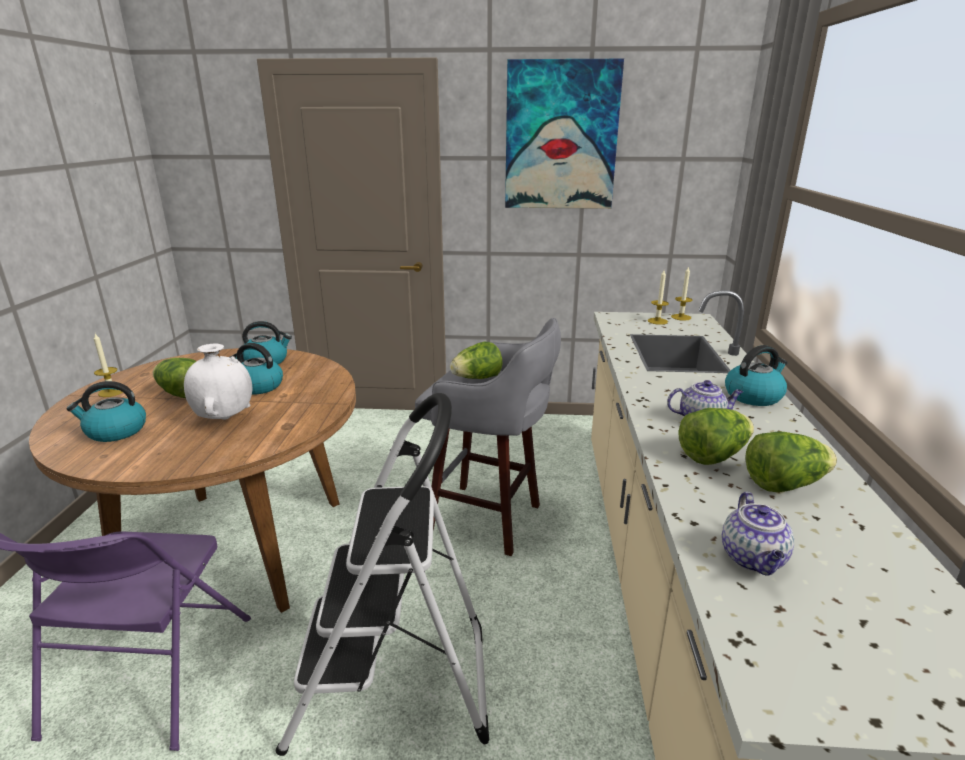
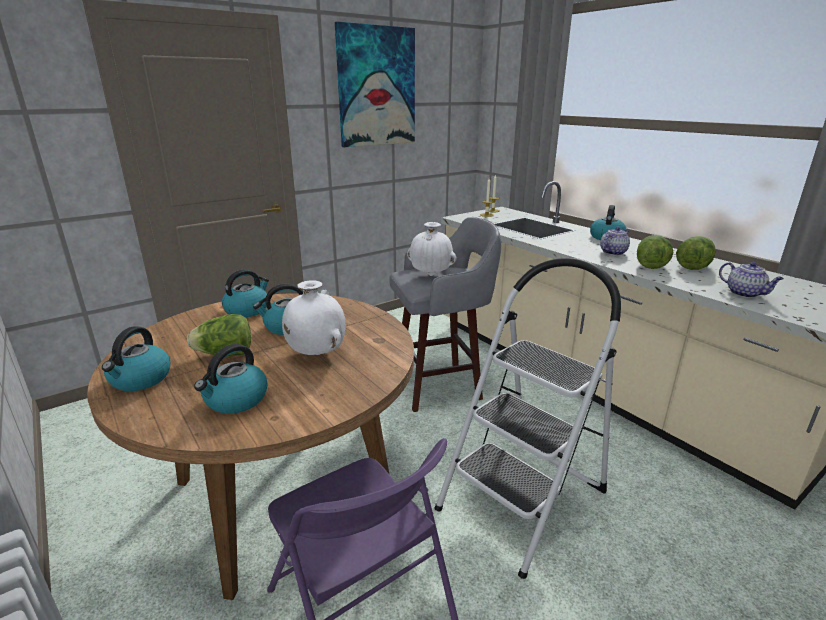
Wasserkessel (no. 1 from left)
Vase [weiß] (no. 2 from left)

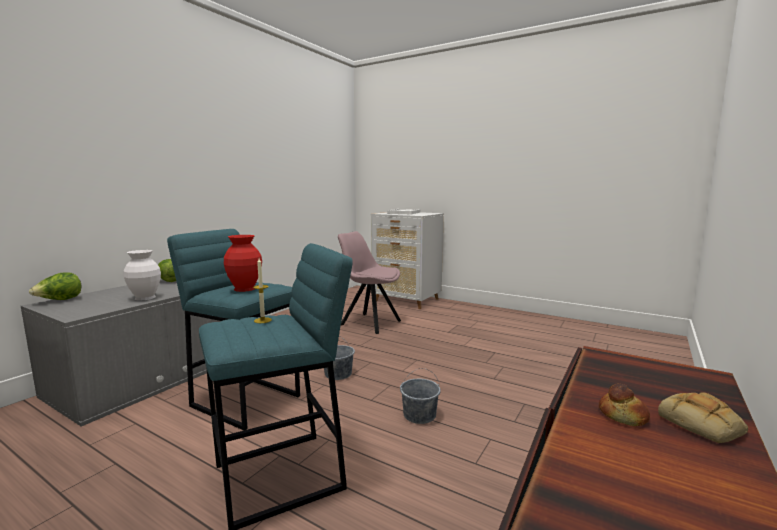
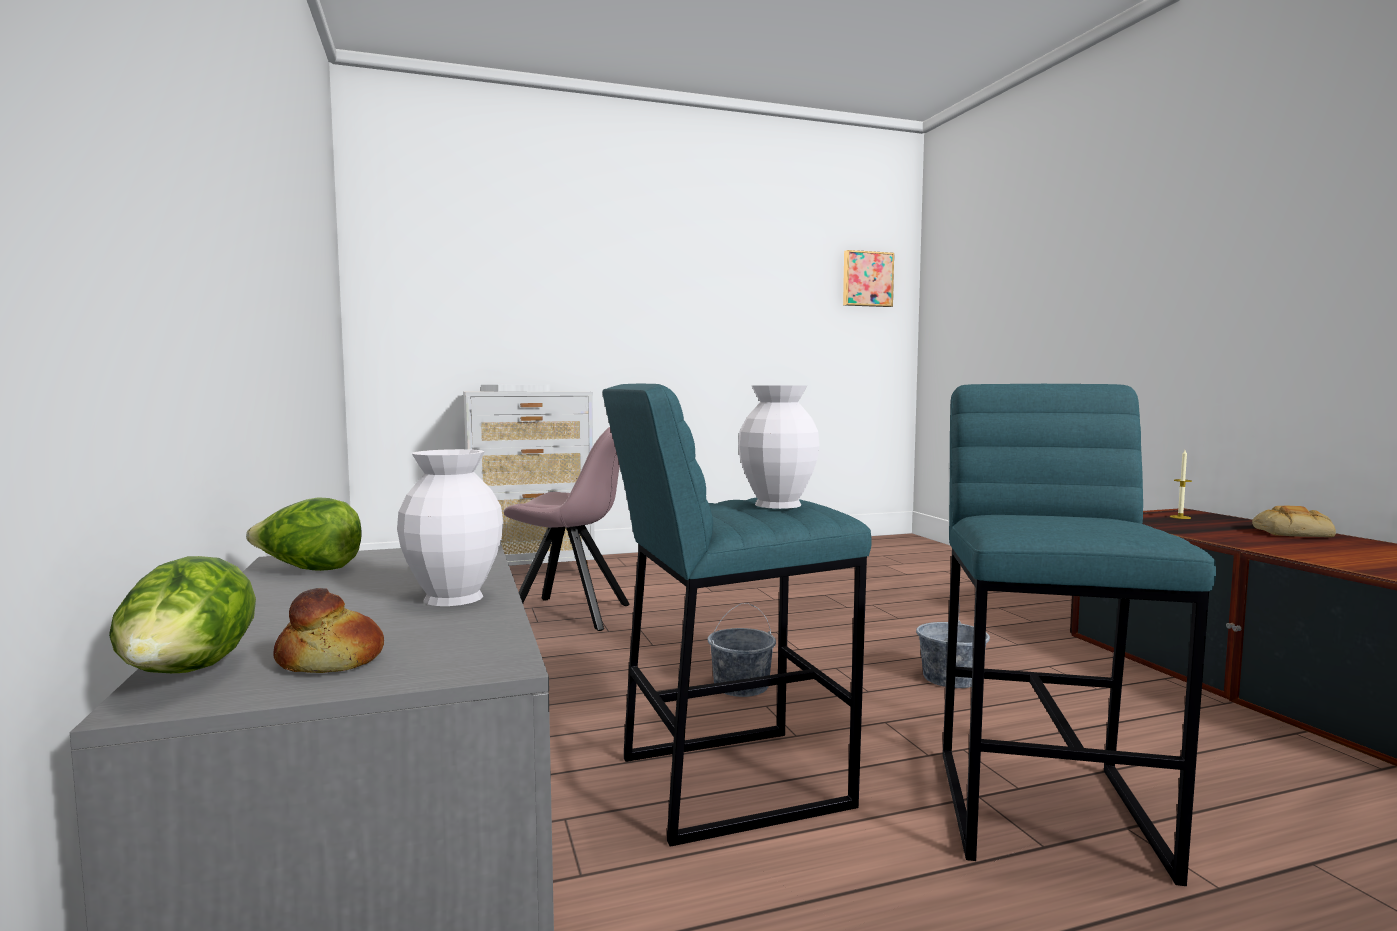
Bild
Kerze
Brot (no. 1 from left)
Vase [weiß] (no. 2 from left)
Stuhl [rosa]

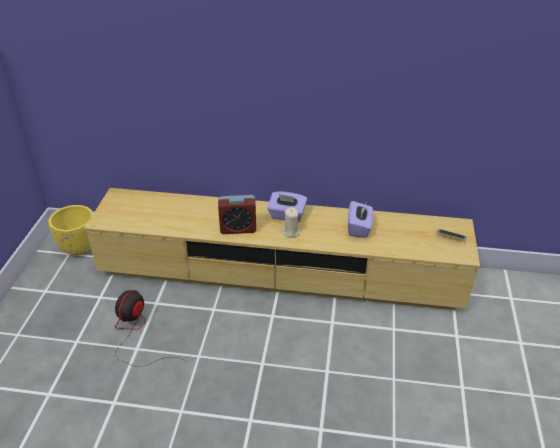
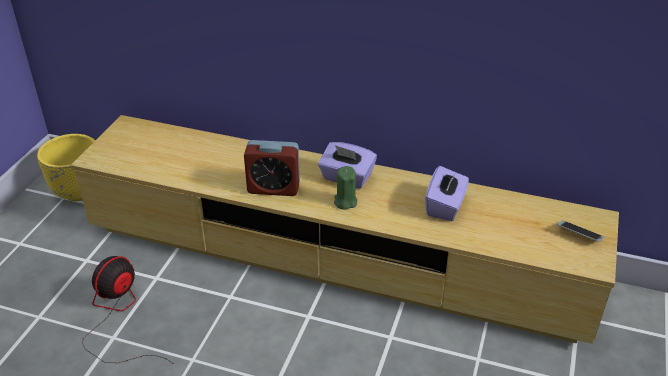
Kerze [grün]

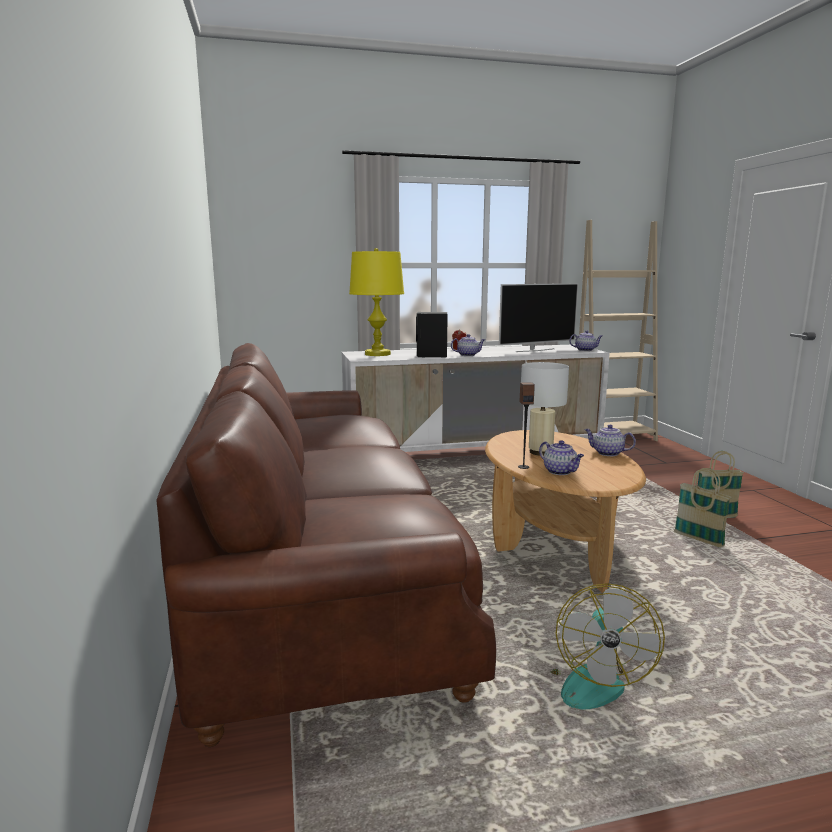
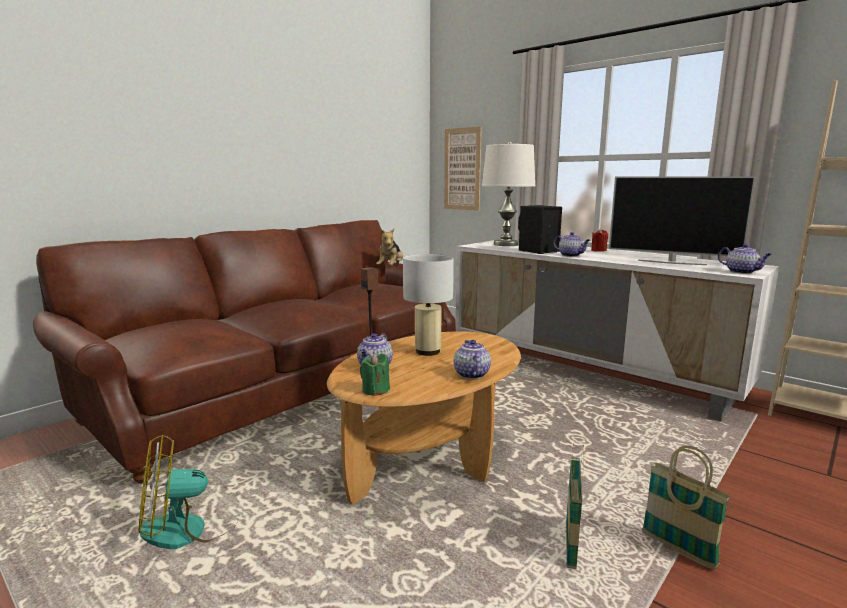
Kerze [grün]
Plüschtier
Bild
Tischlampe [weiß] (no. 2 from left)

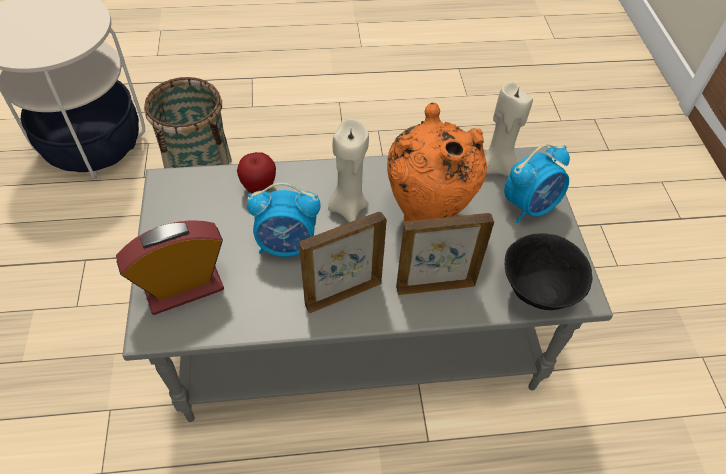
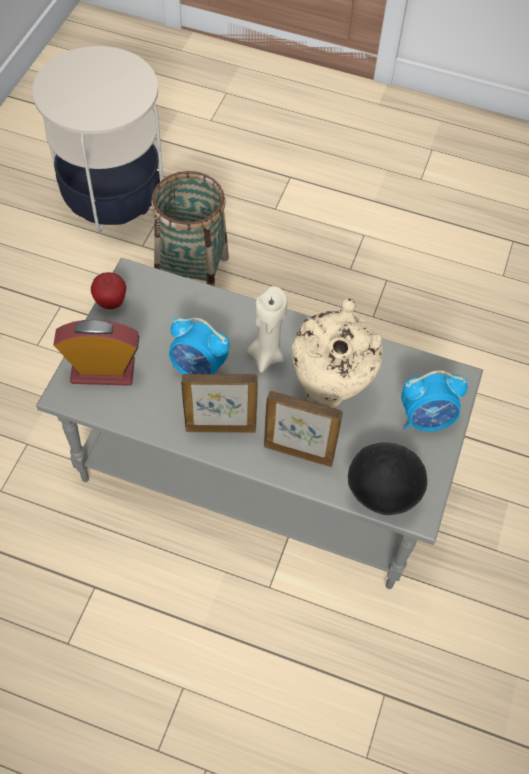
Kerze [beige] (no. 2 from left in the first image)
Apfel
Vase [beige]

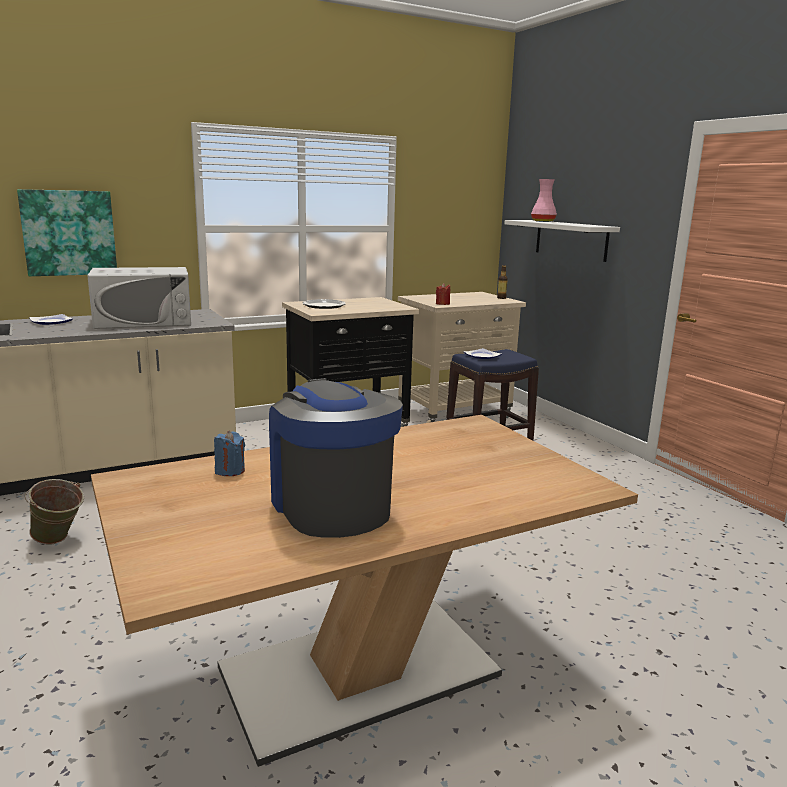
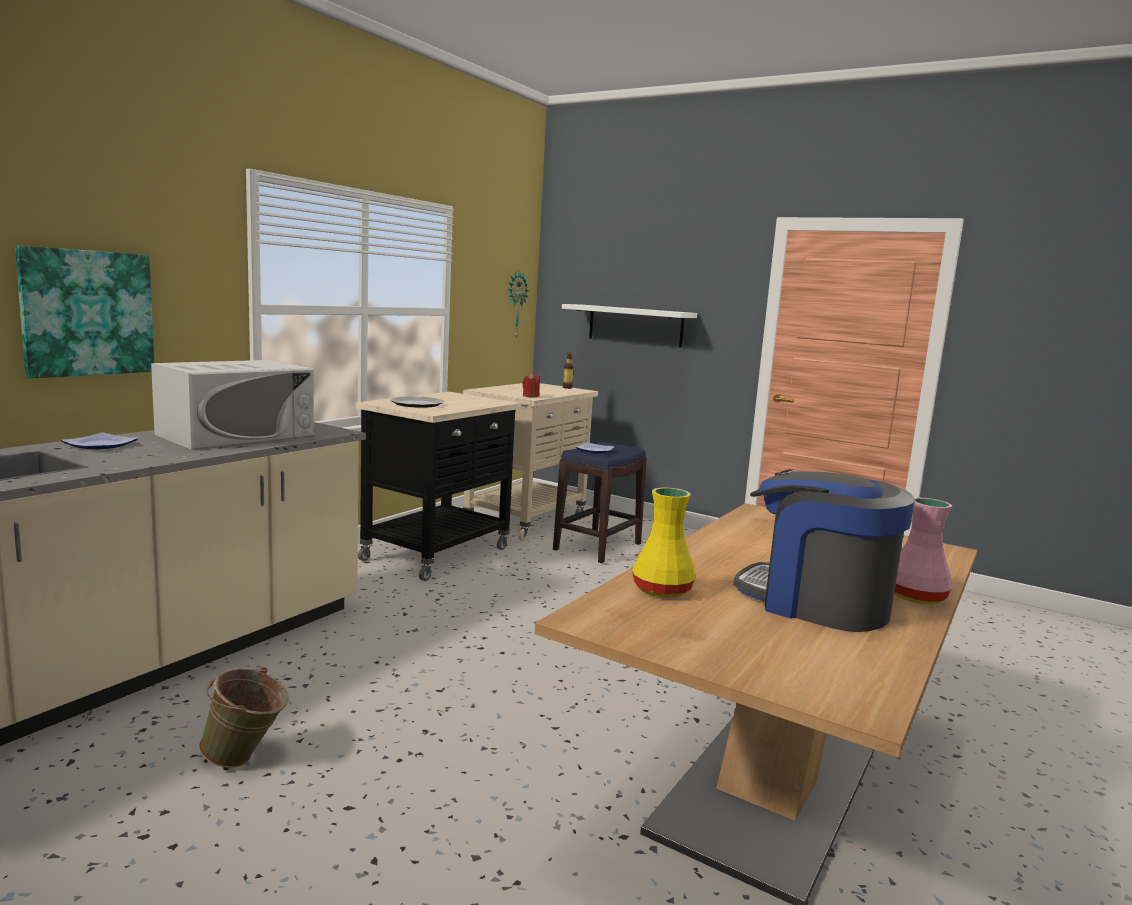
Wanduhr
Vase [rosa]
Vase [gelb]

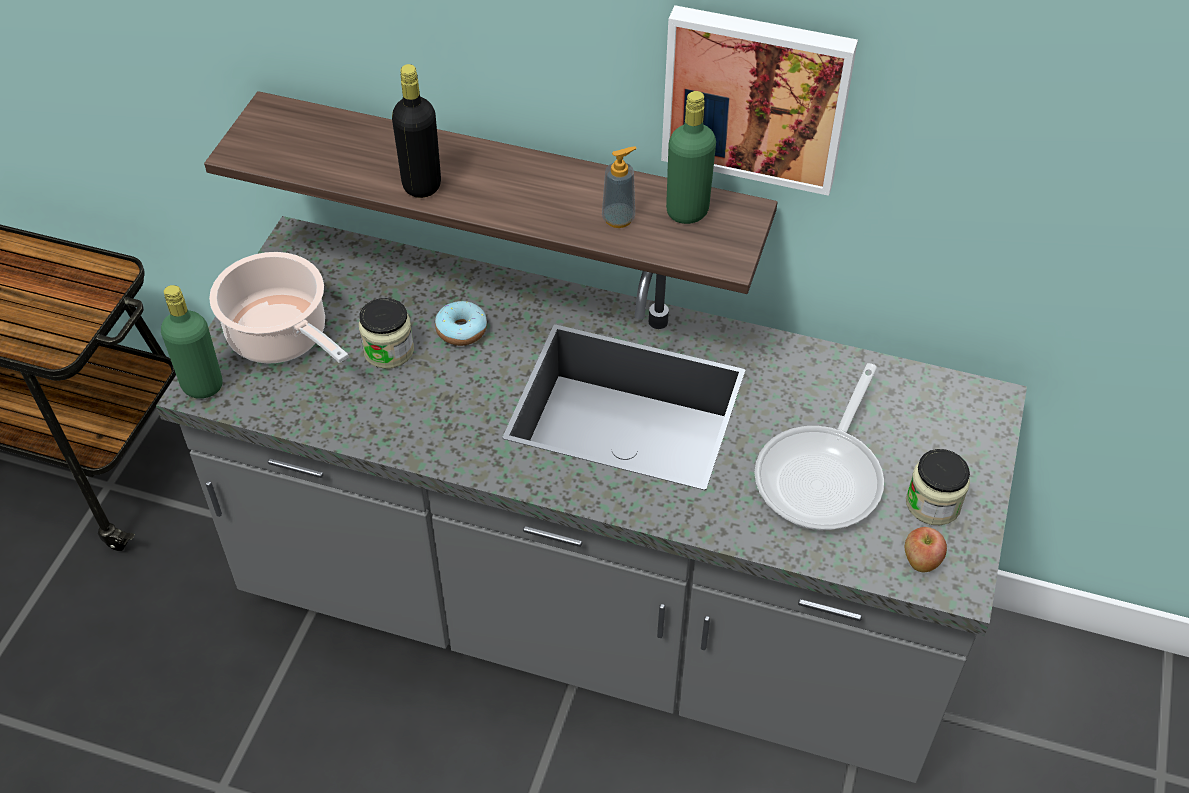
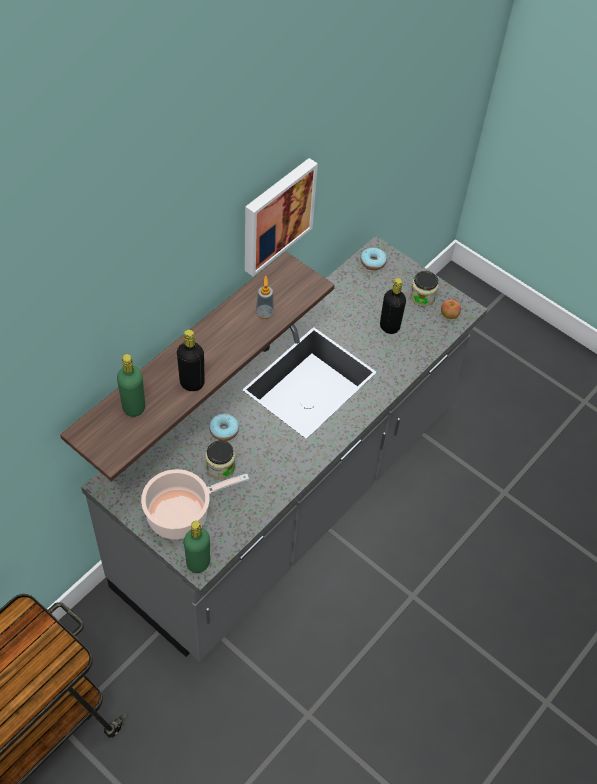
Donut (no. 2 from left)
Flasche [grün] (no. 1 from left)
Flasche [schwarz] (no. 2 from left)

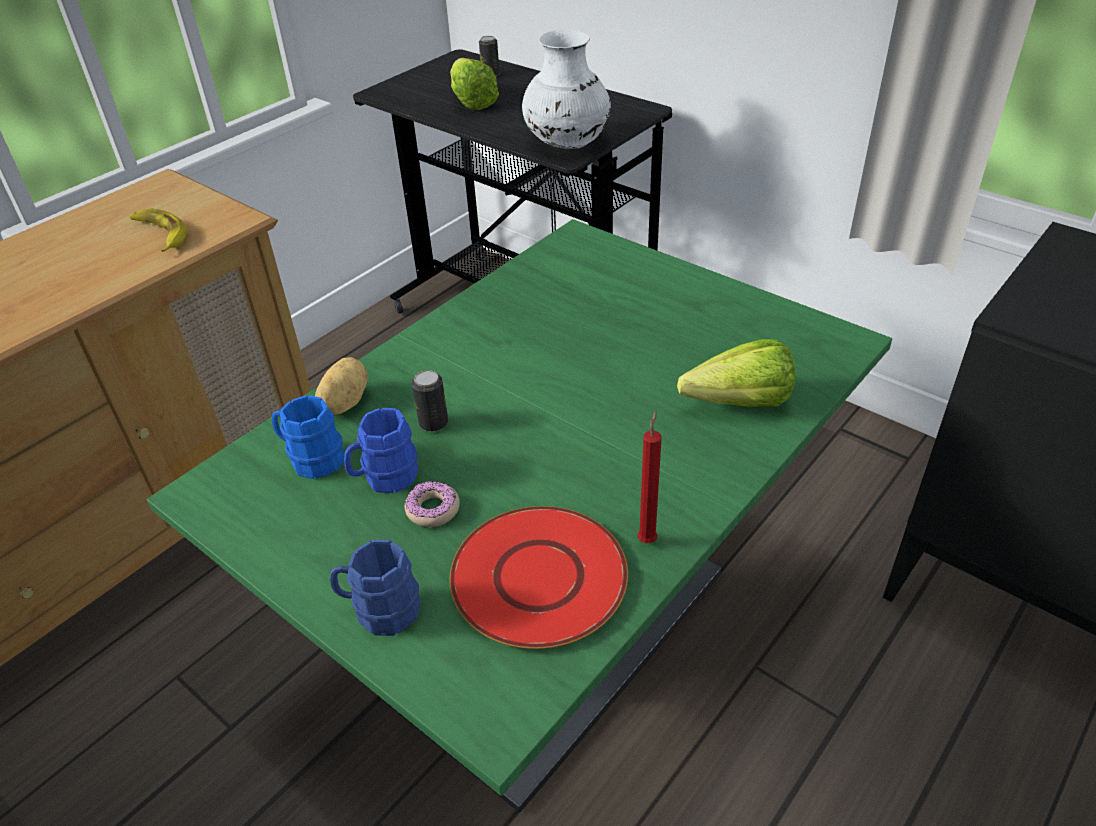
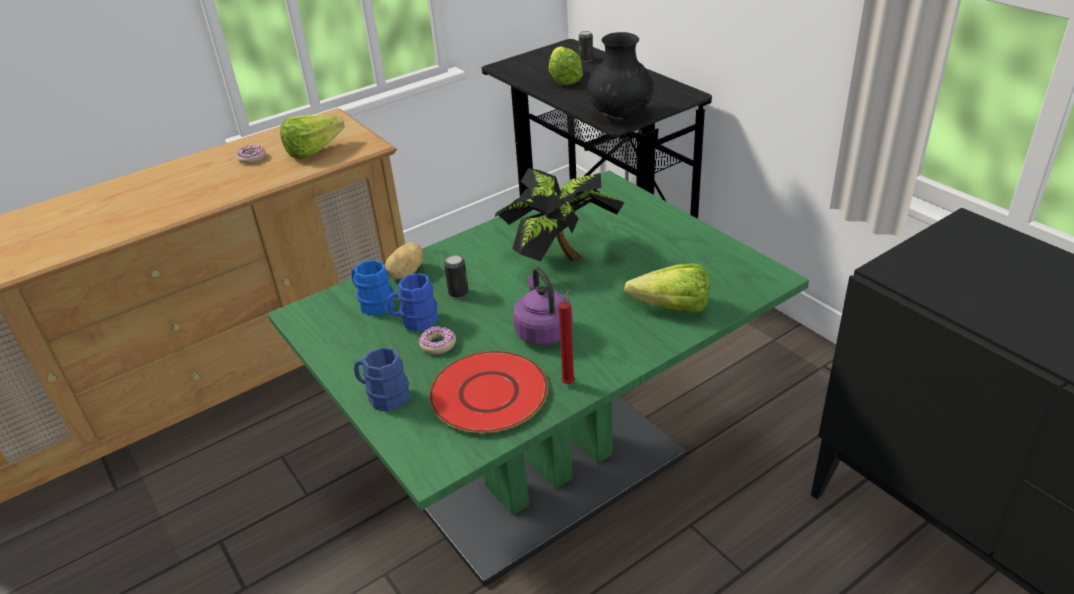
Donut (no. 1 from left)
Topfpflanze
Wasserkessel [lila]
Salatkopf (no. 1 from left)
Vase [schwarz]

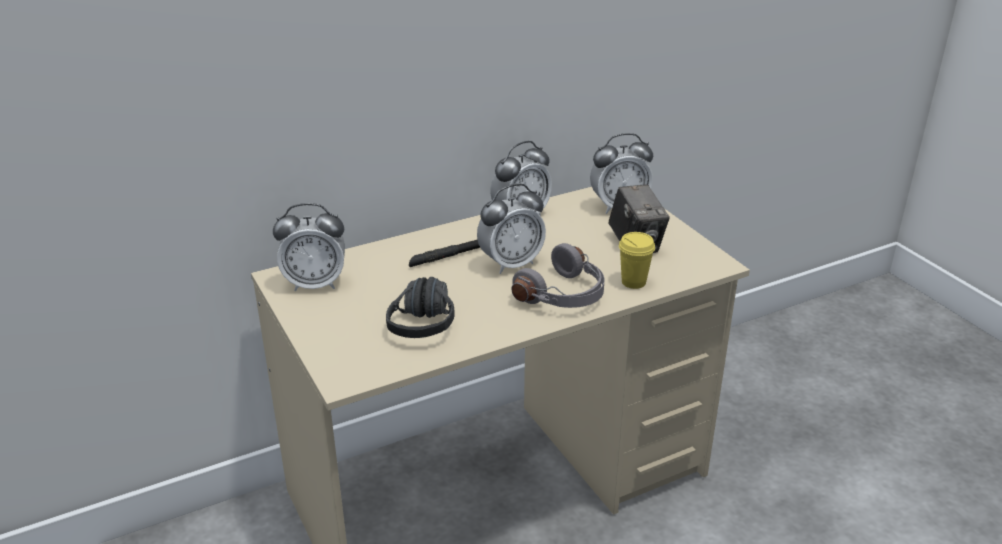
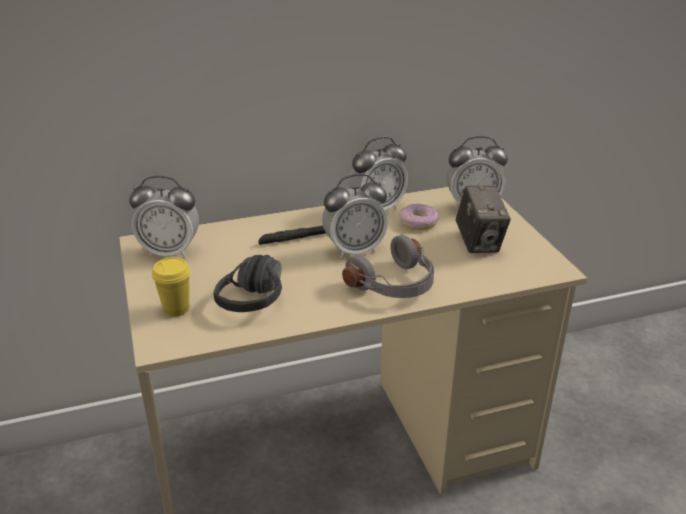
Donut
Tasse [gelb]

